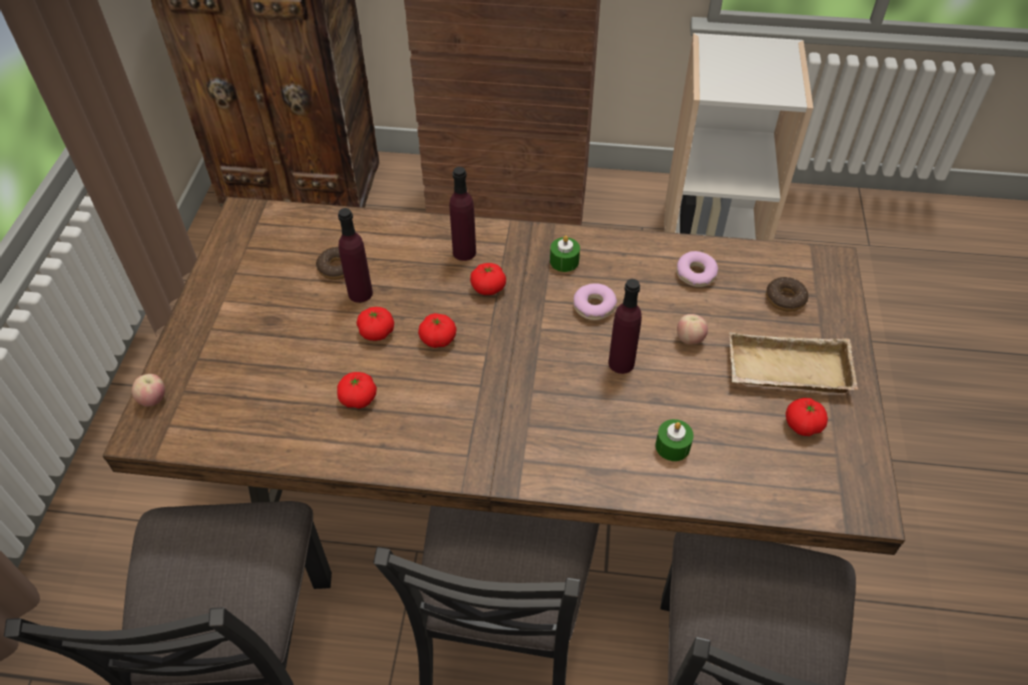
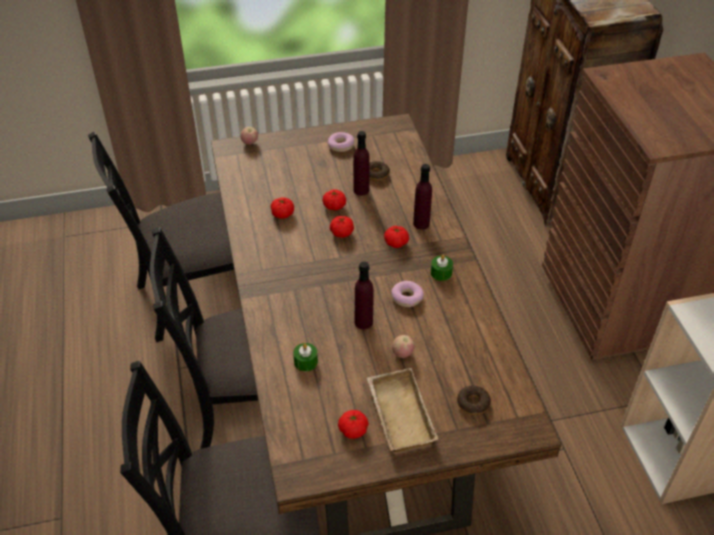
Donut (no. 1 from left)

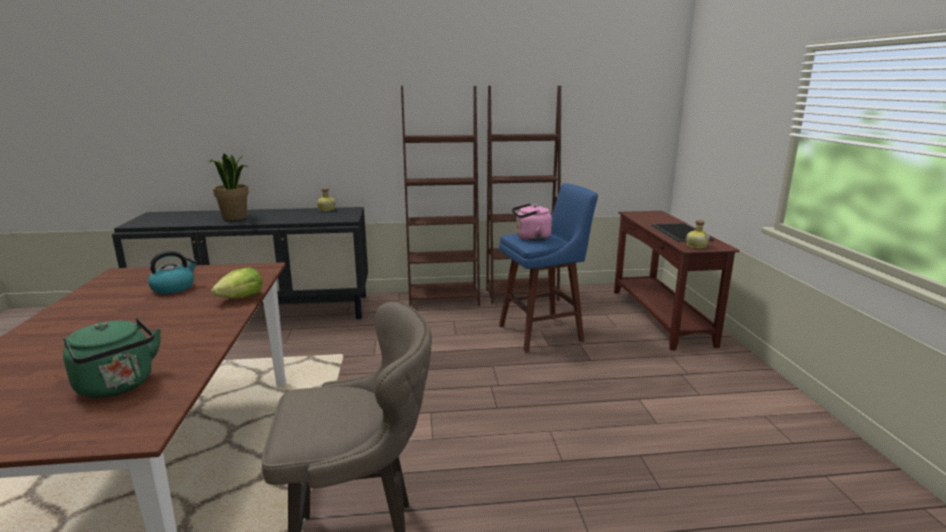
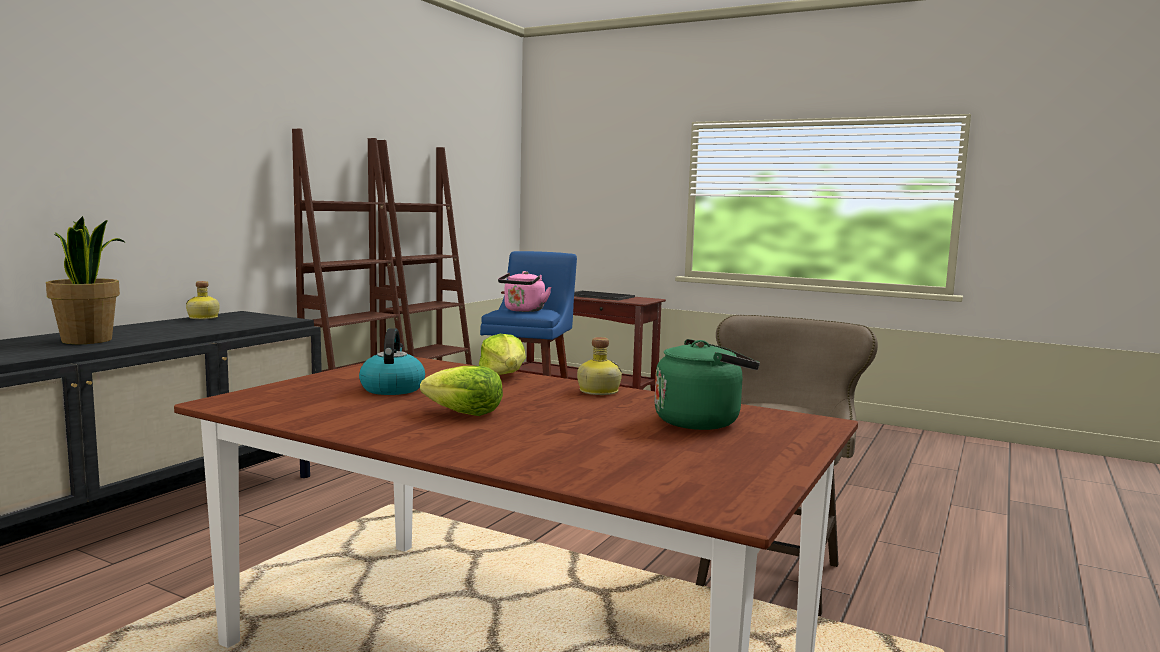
Salatkopf (no. 1 from left)
Flasche (no. 2 from left)

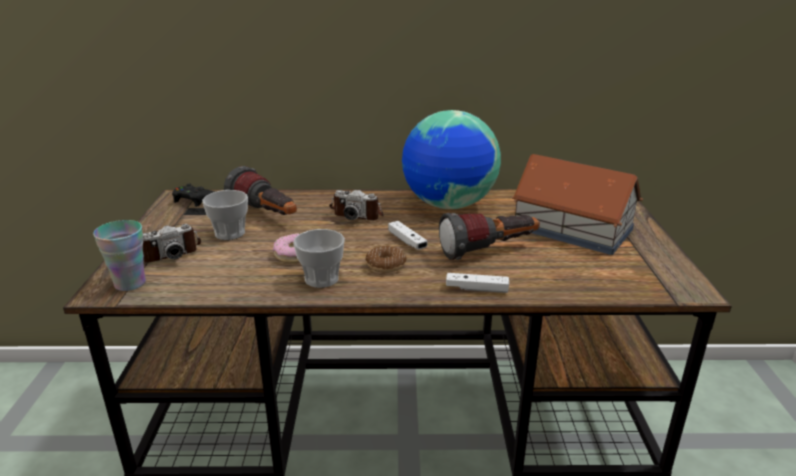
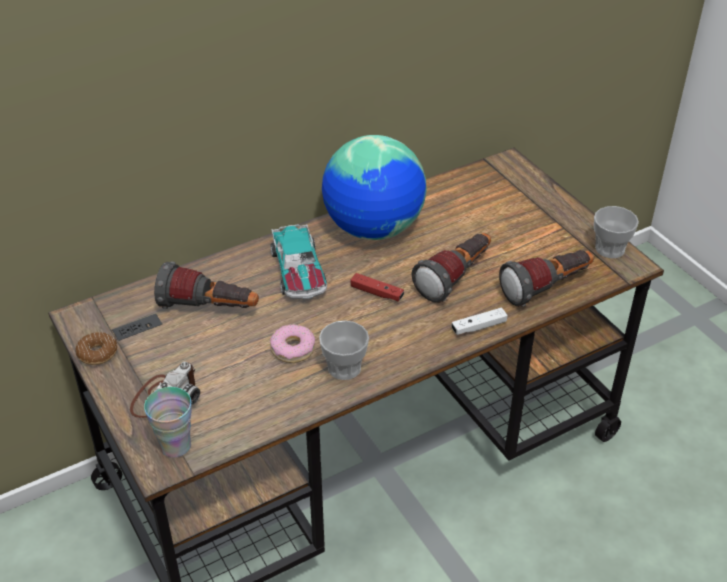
Gamepad [schwarz]
Spielzeughaus
Taschenlampe (no. 3 from left)
Tasse (no. 3 from left)
Donut (no. 1 from left)
Spielzeugauto
Gamepad [rot]

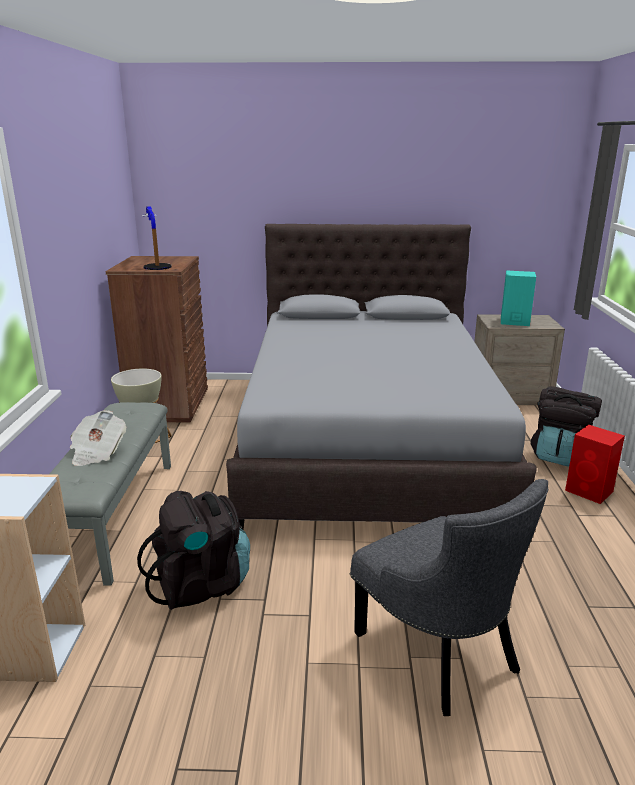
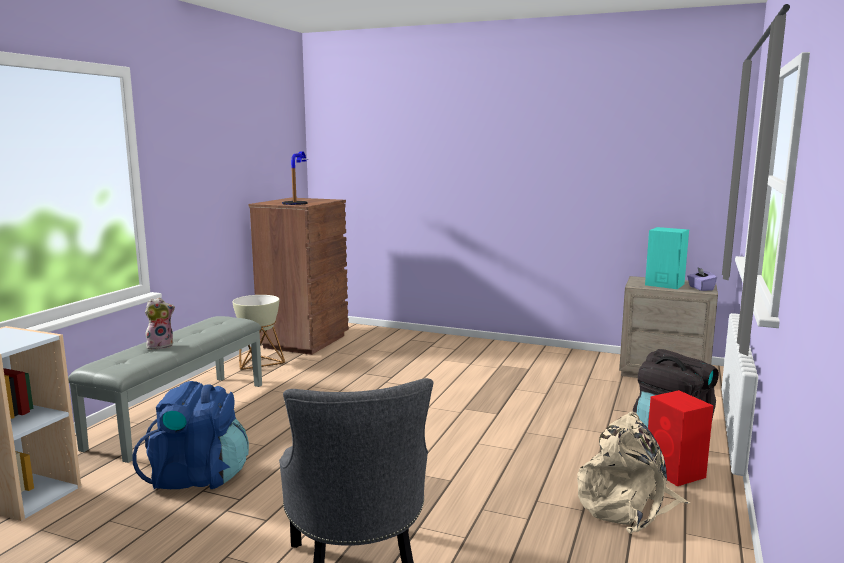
Bett [grau]
Rucksack [beige]
Taschentuchbox [lila]
Plüschtier
Rucksack [blau]

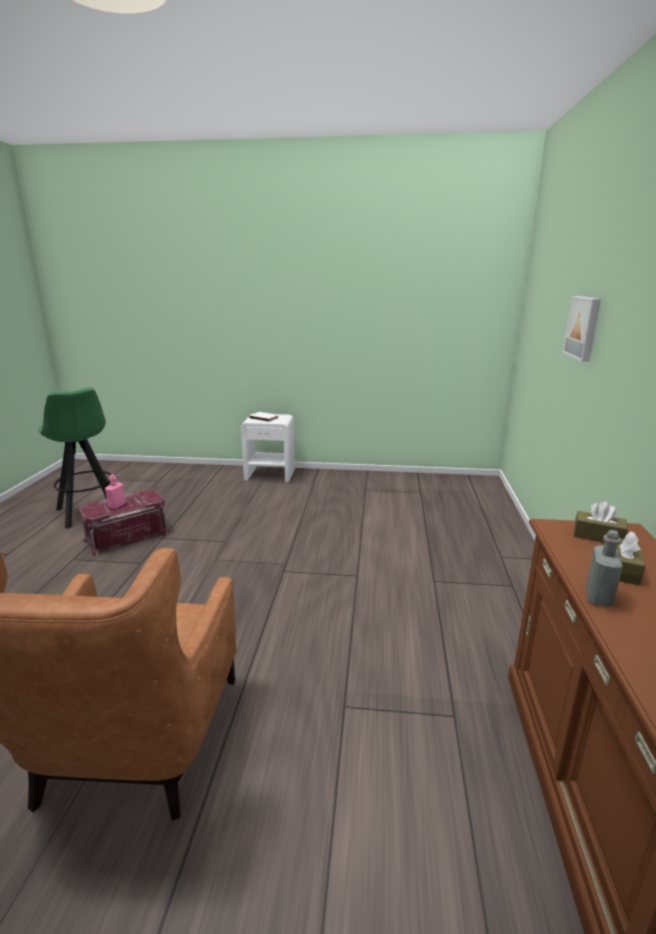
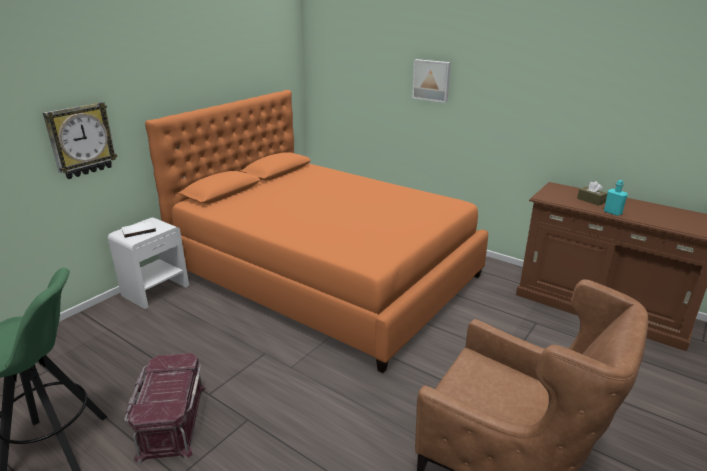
Flasche [rosa]
Taschentuchbox [braun] (no. 1 from left in the first image)
Wanduhr
Bett [orange]
Flasche [türkis]

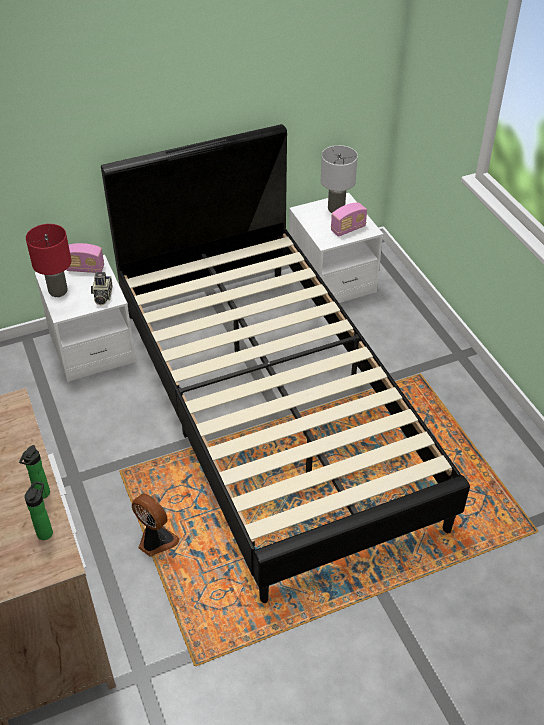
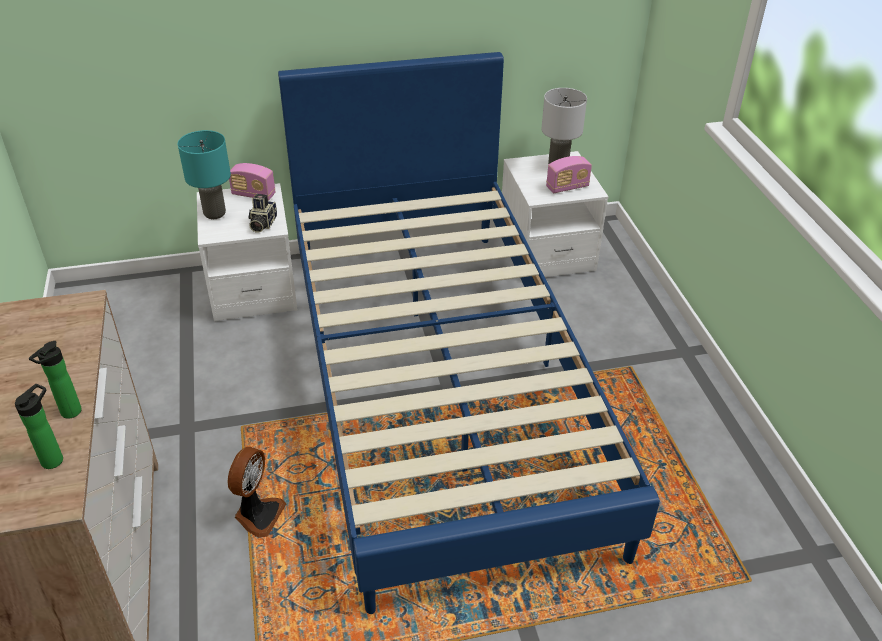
Tischlampe [türkis]
Bett [blau]
Ventilator

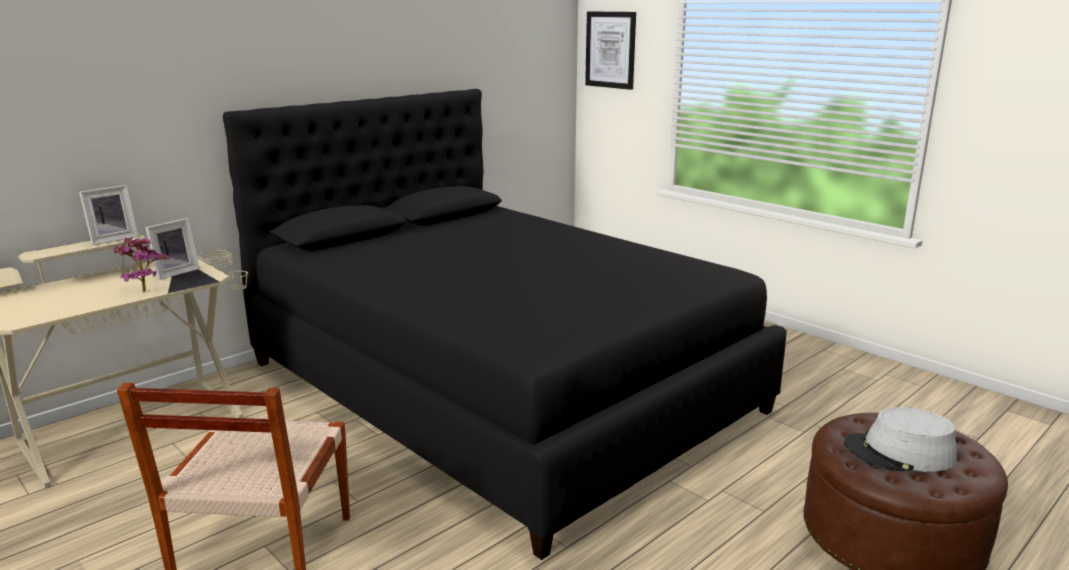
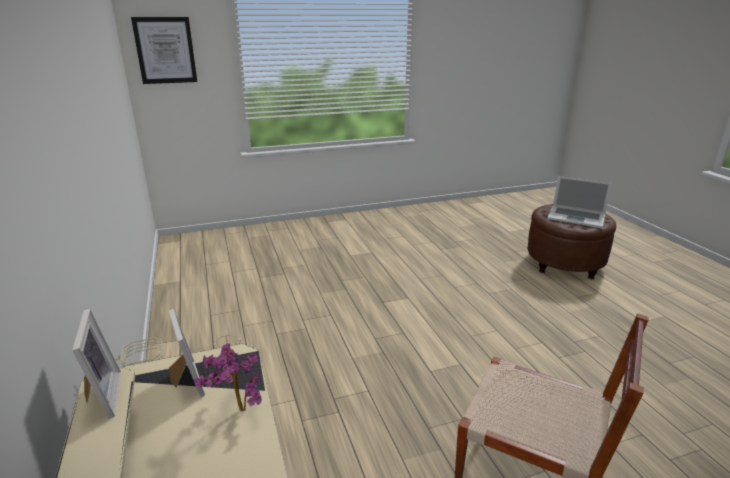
Bett [schwarz]
Laptop

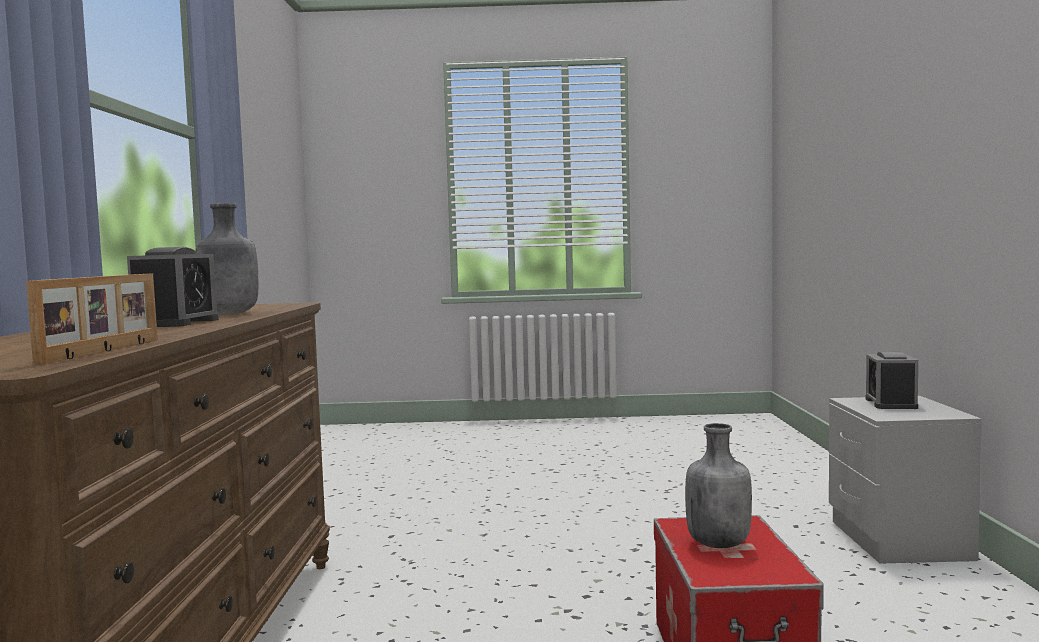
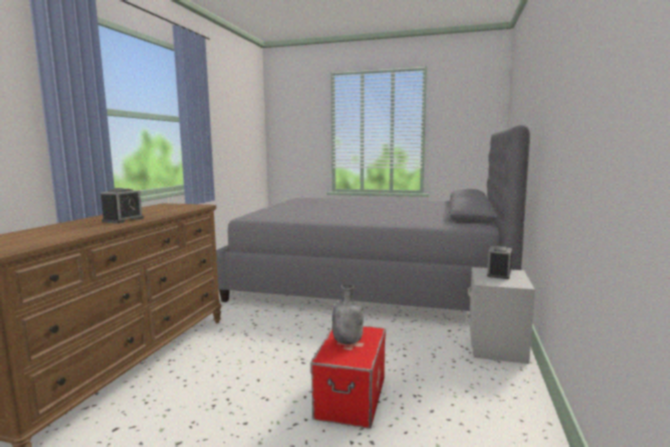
Bilderrahmen
Flasche [grau] (no. 1 from left in the first image)
Bett [grau]

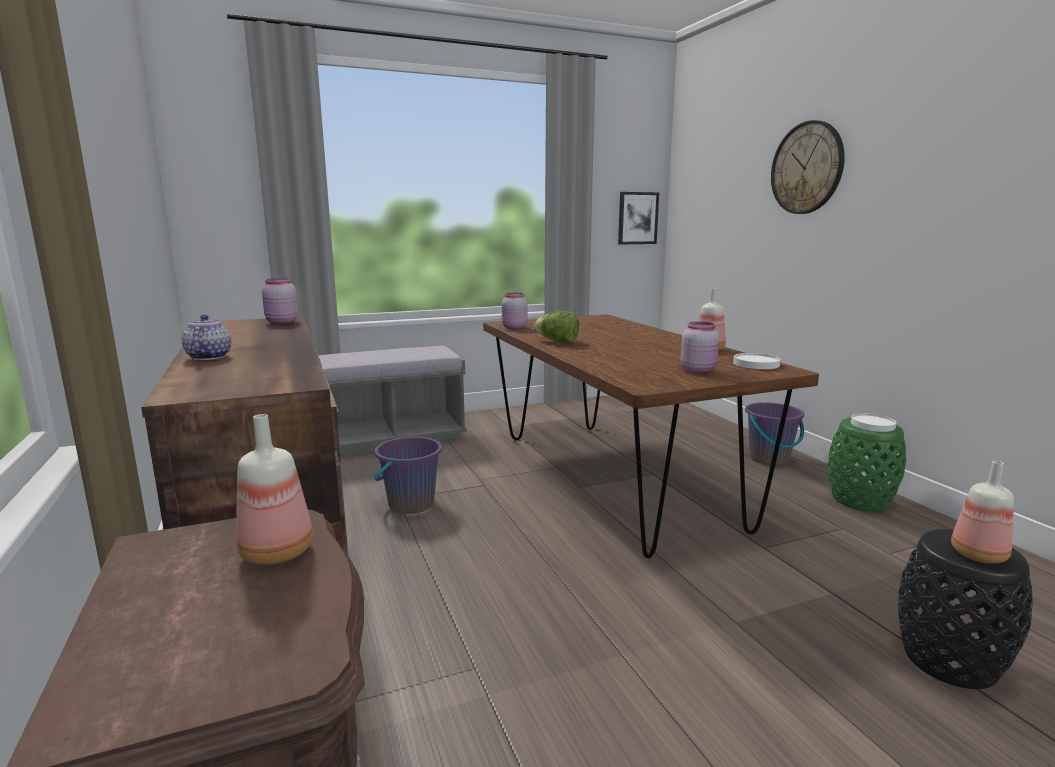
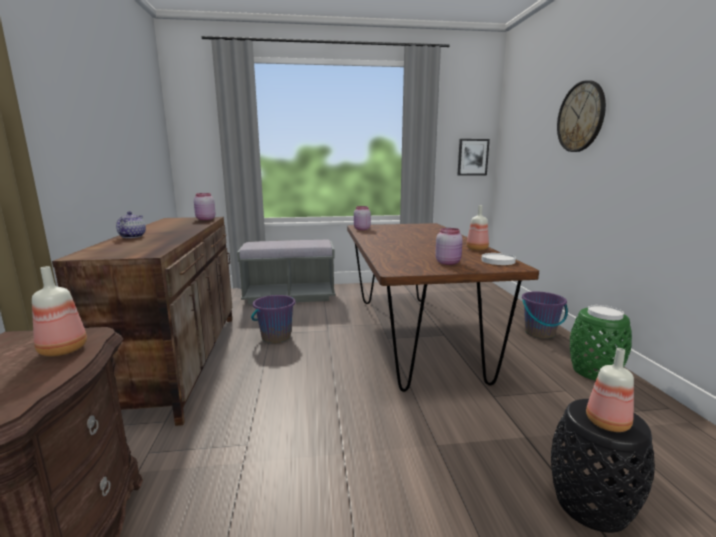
Salatkopf

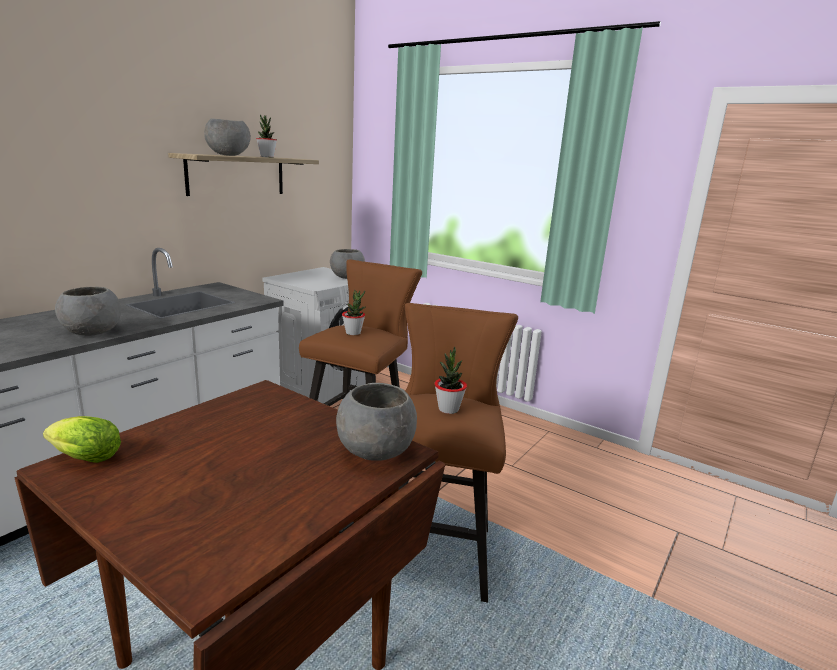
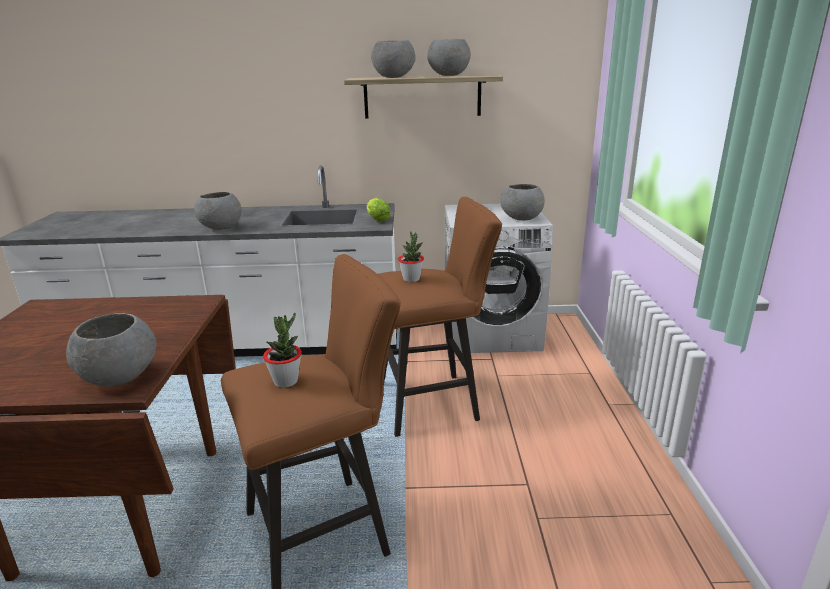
Salatkopf
Schüssel [grau] (no. 4 from left)

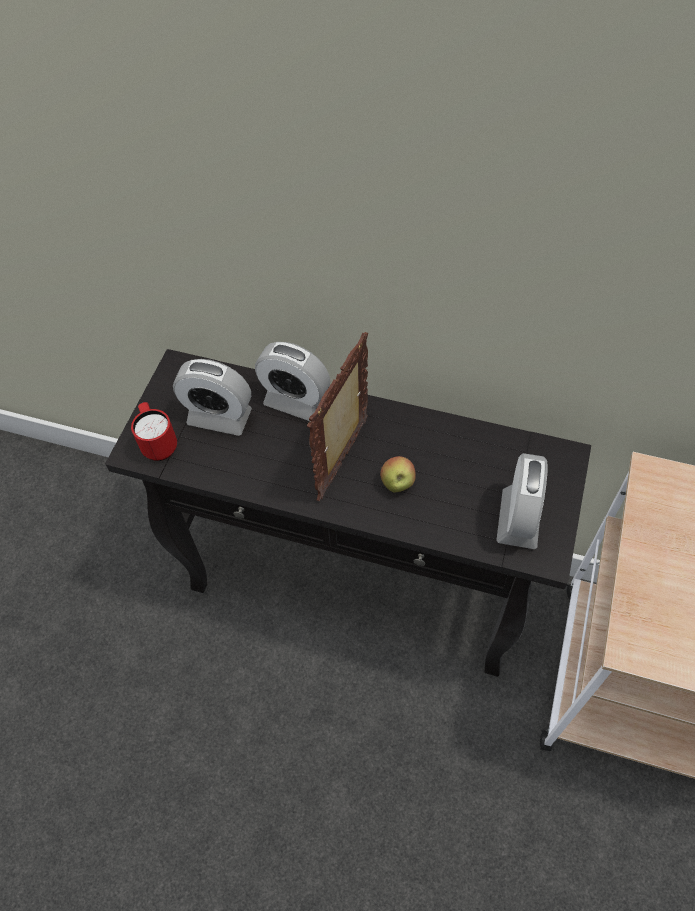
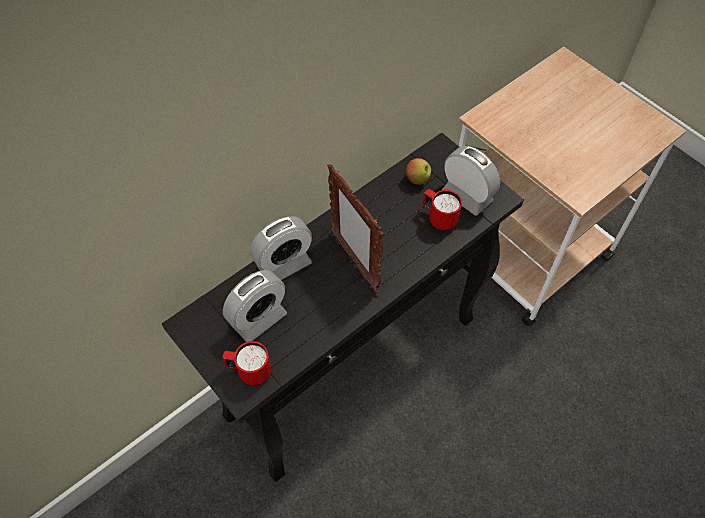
Henkelbecher [rot] (no. 2 from left)
Apfel

